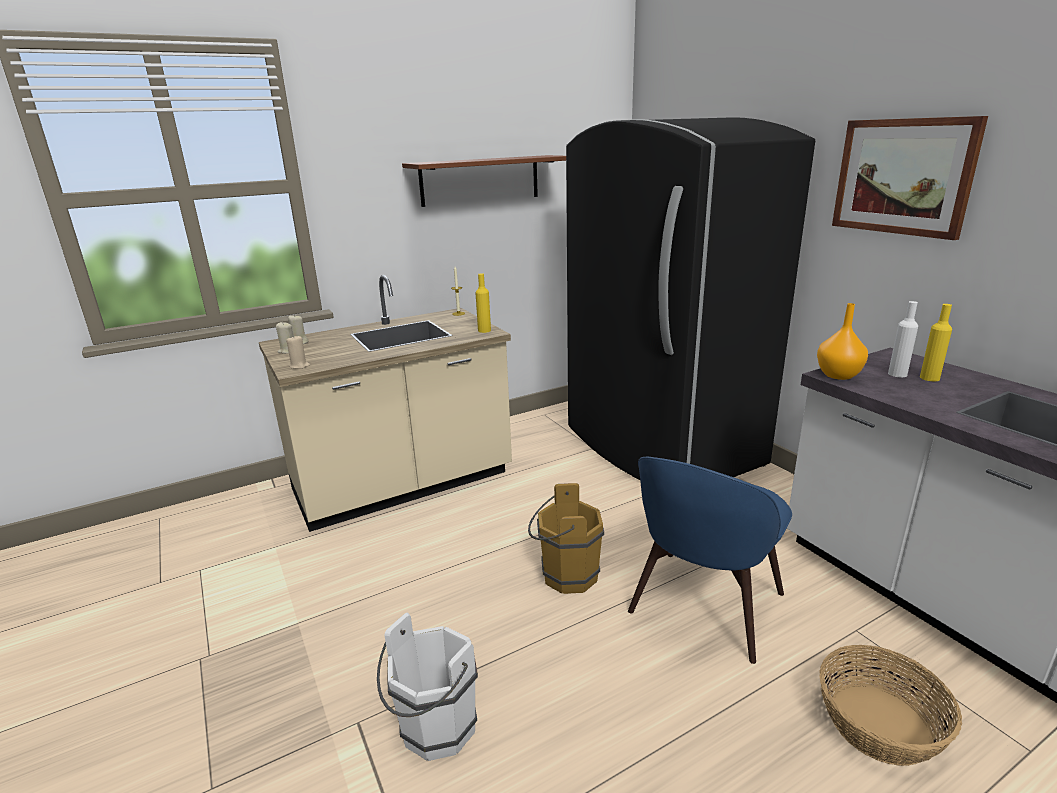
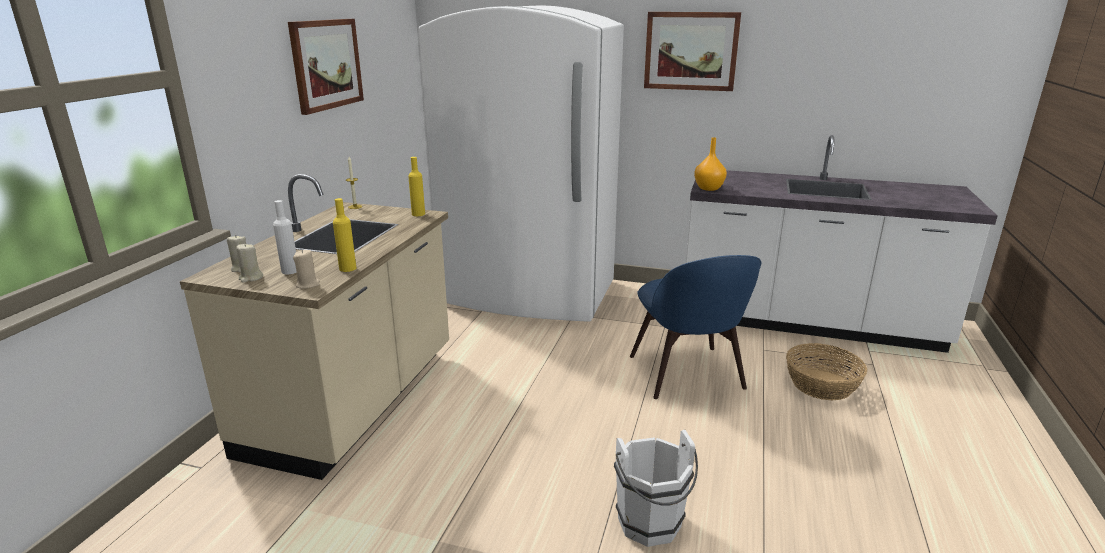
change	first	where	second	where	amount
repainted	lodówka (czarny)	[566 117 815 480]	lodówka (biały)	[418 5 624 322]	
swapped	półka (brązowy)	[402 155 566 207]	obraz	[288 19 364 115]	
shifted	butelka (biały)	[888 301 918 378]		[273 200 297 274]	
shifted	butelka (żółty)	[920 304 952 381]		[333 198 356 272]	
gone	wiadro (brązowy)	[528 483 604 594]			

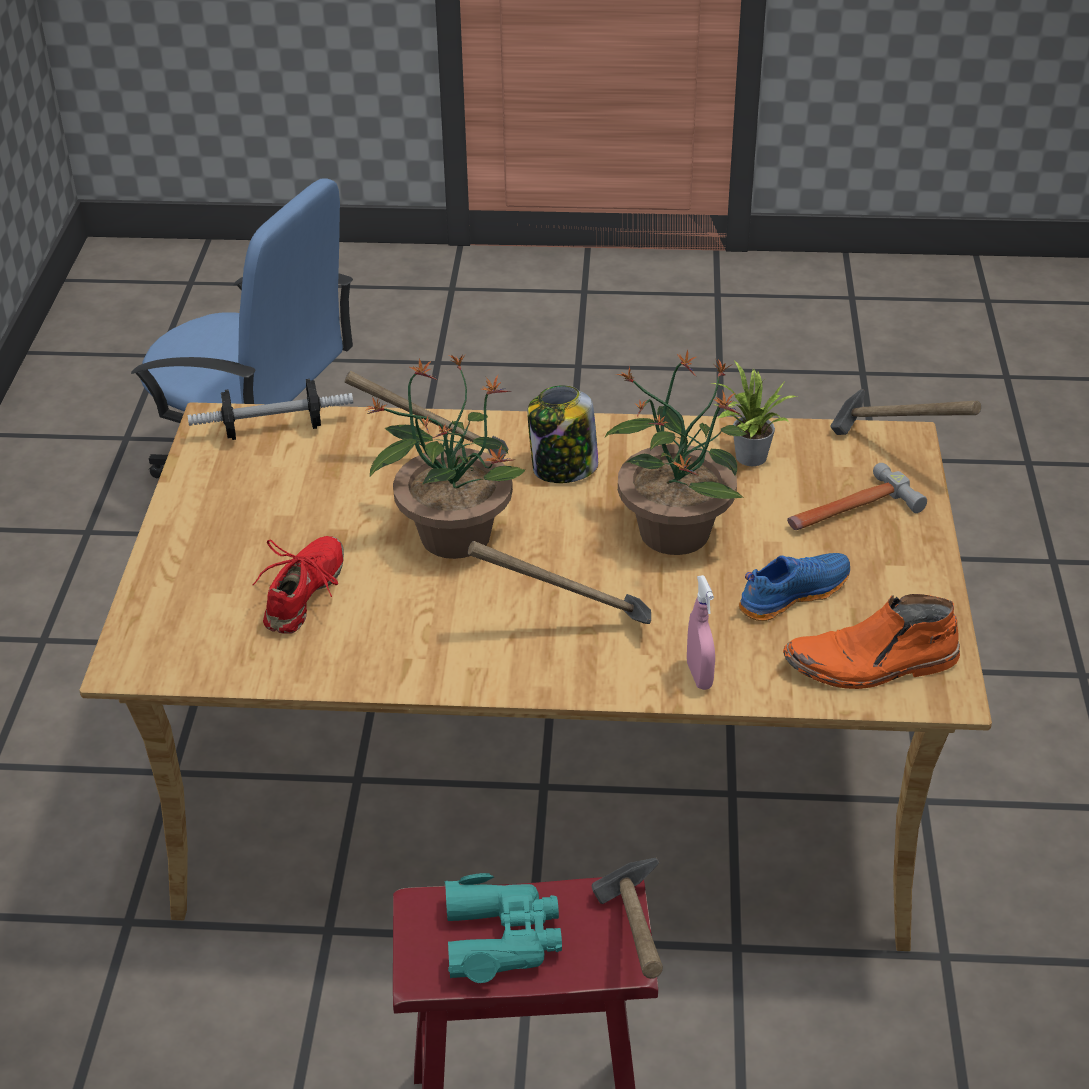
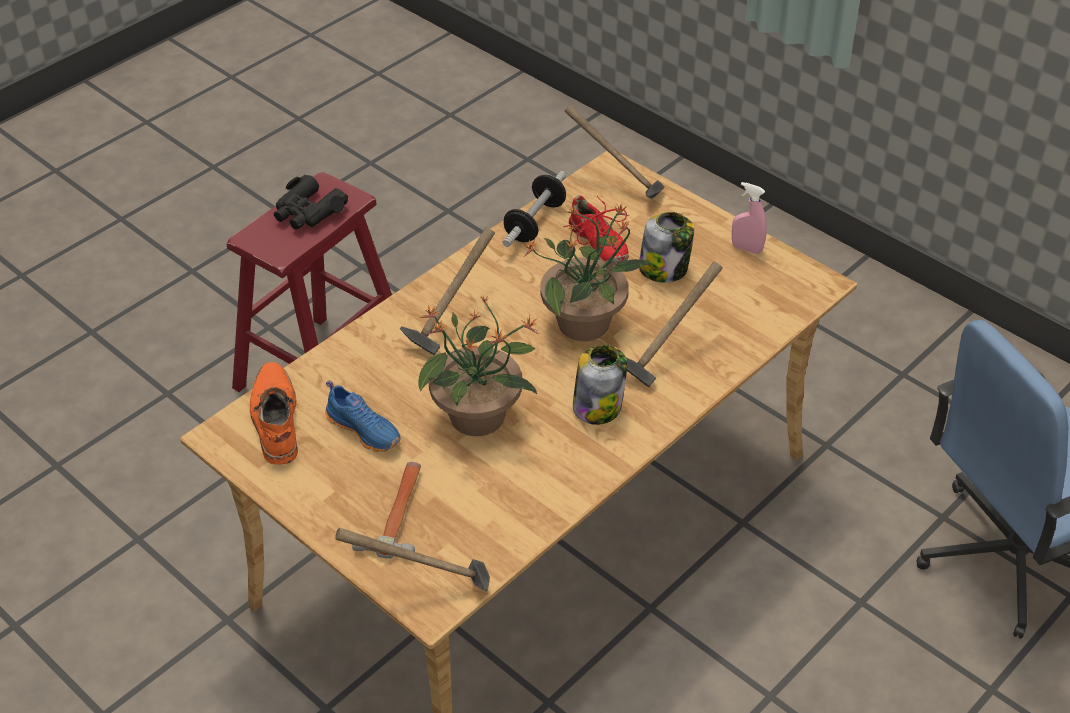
change	first	where	second	where	amount
gone	roślina doniczkowa	[712 360 797 466]			
shifted	hantel	[188 379 353 440]		[503 171 566 247]	
rotated	but (niebieski)	[739 553 850 621]		[325 380 401 452]	60 degrees counterclockwise
shifted	spryskiwacz (różowy)	[687 575 715 690]		[732 182 767 254]	
rotated	but z cholewką (pomarańczowy)	[783 594 960 689]		[250 362 298 465]	45 degrees counterclockwise
shifted	młotek	[592 857 663 979]		[565 105 665 199]	
repainted	lornetka (turkusowy)	[445 873 562 983]	lornetka (czarny)	[273 175 348 230]	
new			słoik	[639 212 694 283]	

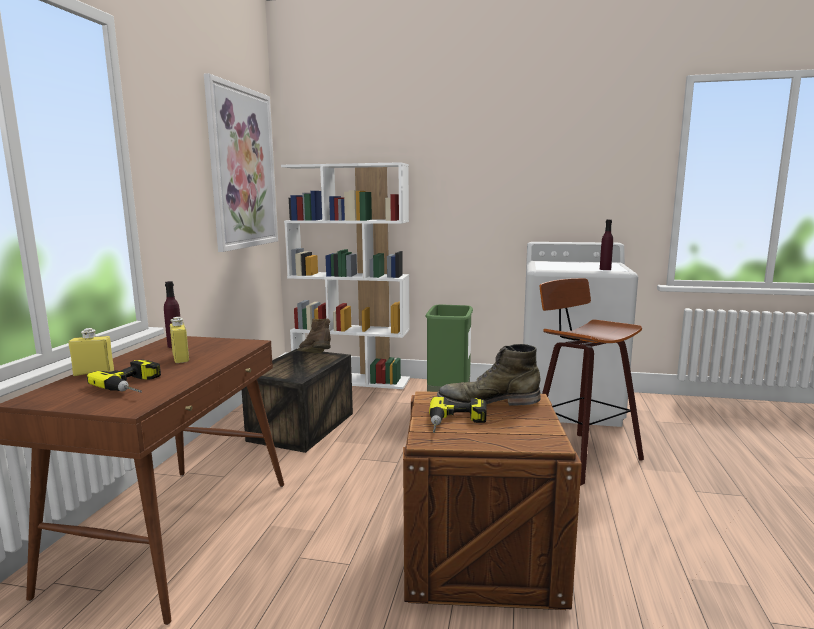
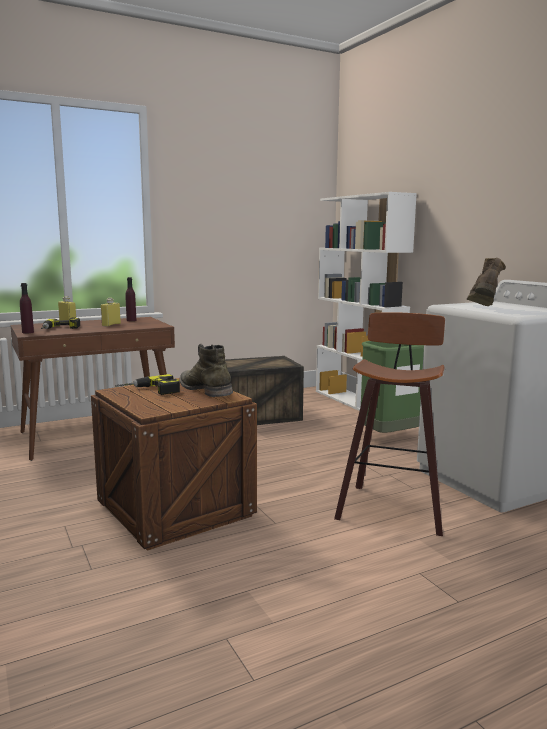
change	first	where	second	where	amount
gone	obraz	[204 73 278 252]			
shifted	butelka (fioletowy)	[600 220 613 270]		[20 283 34 333]	
shifted	but z cholewką (brązowy)	[298 318 331 353]		[467 257 506 306]	

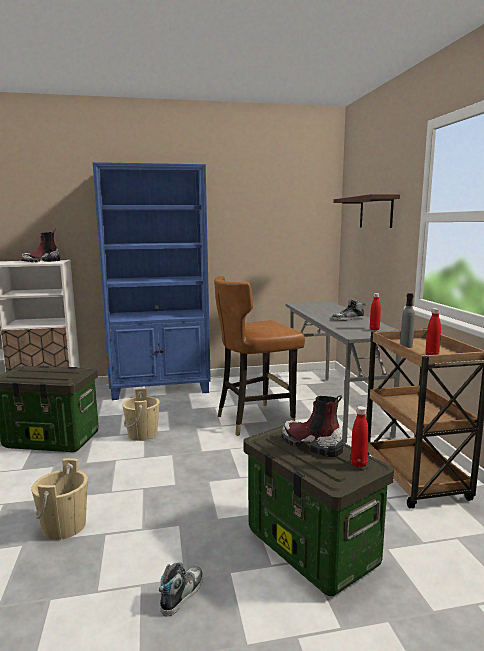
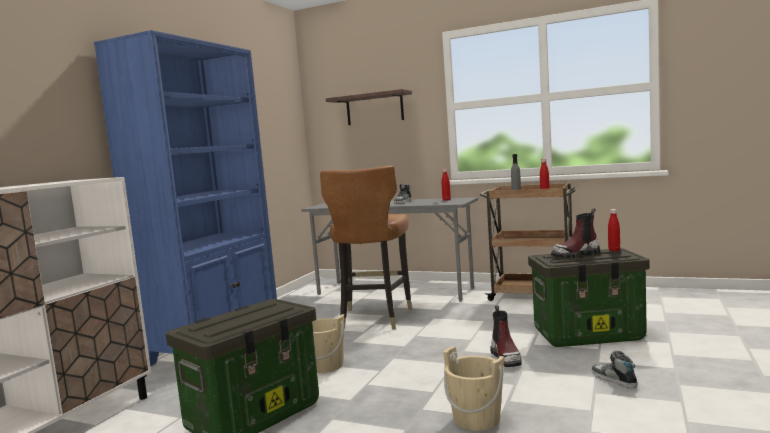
change	first	where	second	where	amount
shifted	but z cholewką	[21 229 60 262]		[491 305 522 367]	

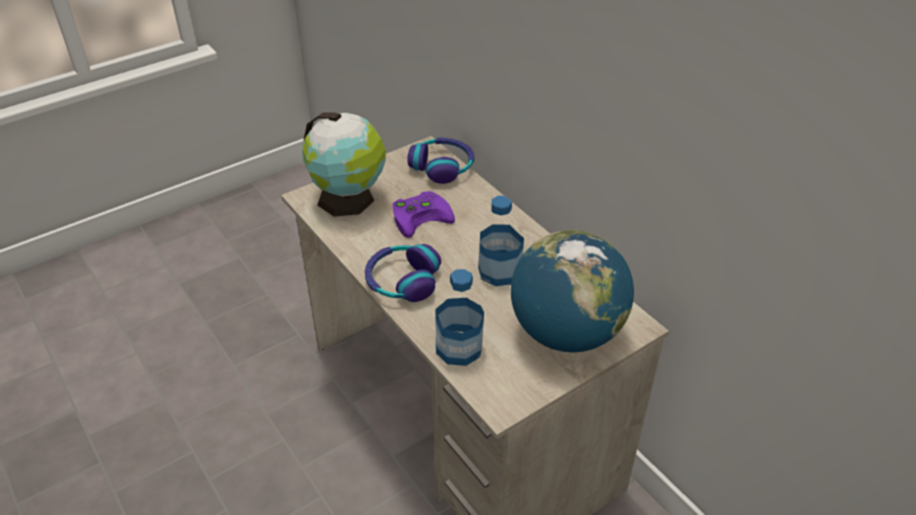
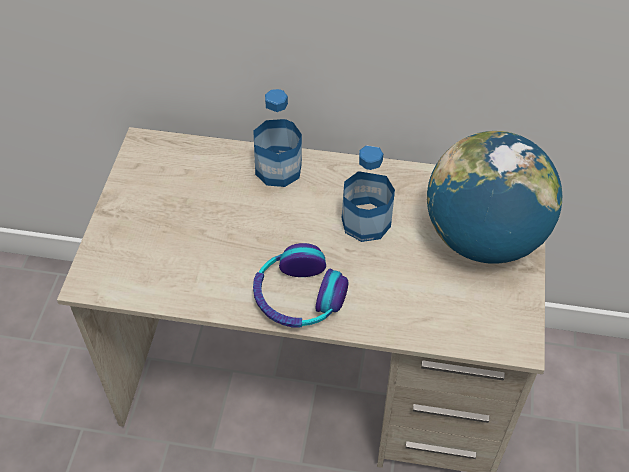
change	first	where	second	where	amount
gone	globus	[302 112 386 217]			
gone	słuchawki	[407 137 474 184]			
gone	pad do gier (fioletowy)	[393 191 455 238]			
shifted	butelka	[435 269 484 366]		[253 89 302 187]	

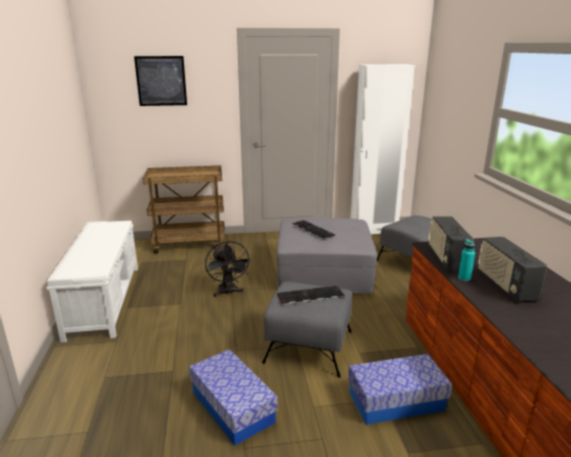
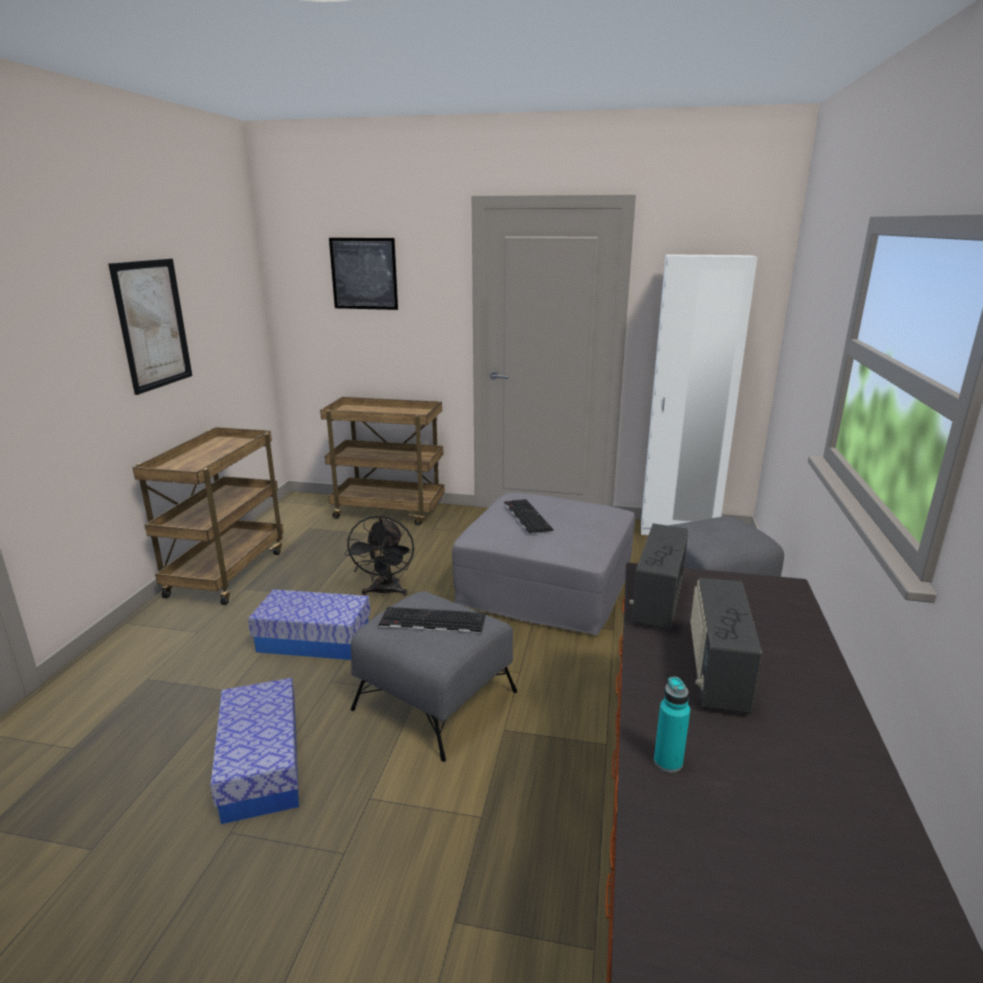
change	first	where	second	where	amount
swapped	ławka (biały)	[47 221 138 342]	wózek (brązowy)	[132 427 284 605]	
shifted	butelka (turkusowy)	[458 239 475 281]		[654 677 690 773]	
shifted	pojemnik do przechowywania	[348 354 452 425]		[248 589 370 660]	
new			obraz	[108 259 192 395]	

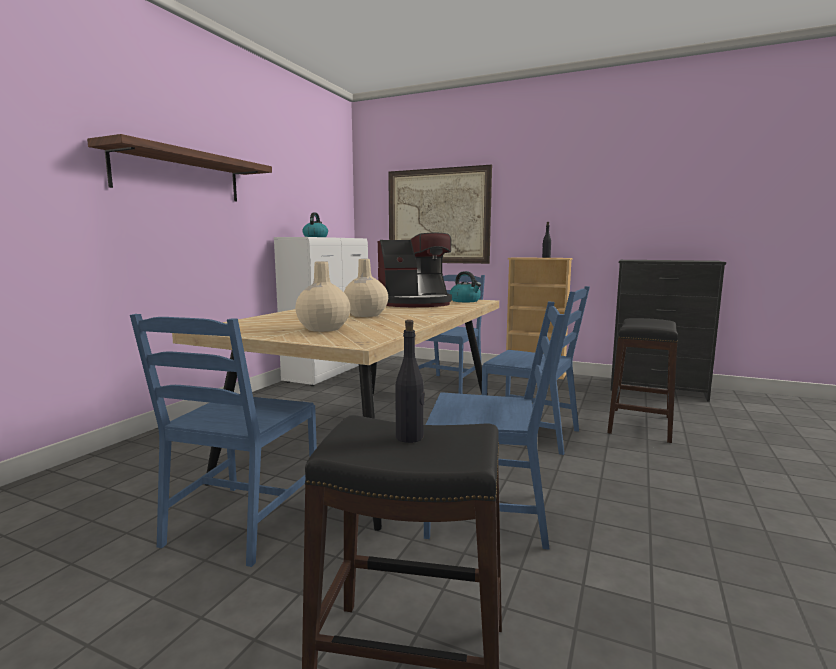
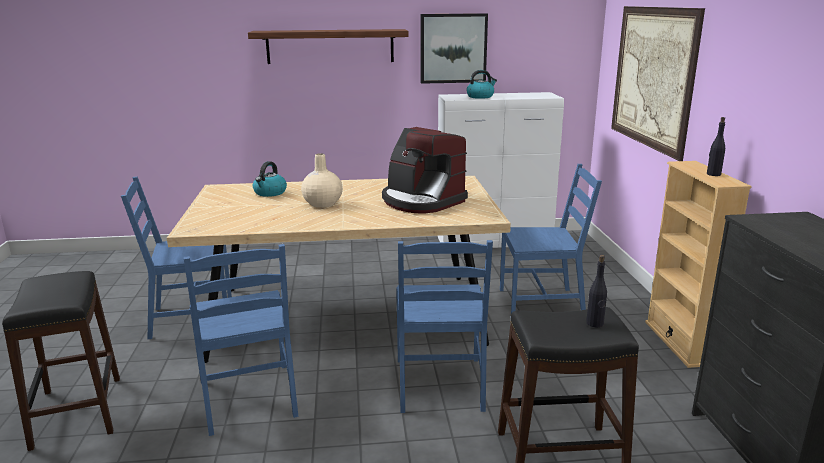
change	first	where	second	where	amount
gone	wazon (beżowy)	[295 261 350 332]			
shifted	czajnik	[450 271 481 302]		[253 161 287 197]	
shifted	butelka (czarny)	[395 320 425 443]		[586 255 607 327]	
new			obraz	[421 13 488 84]	

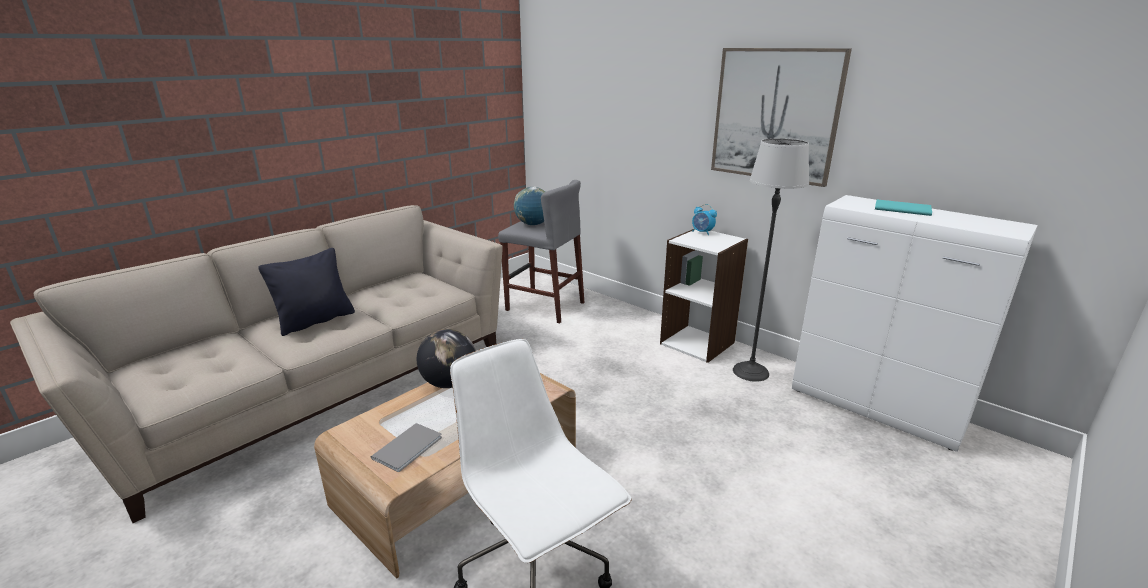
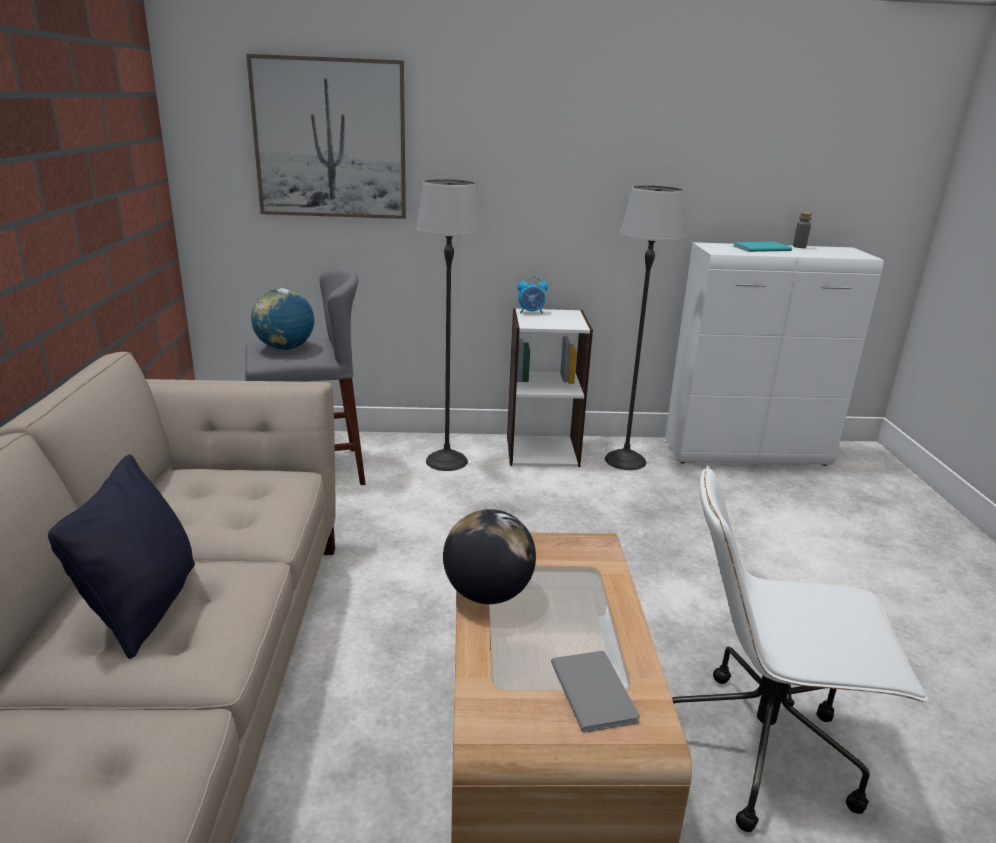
change	first	where	second	where	amount
shifted	obraz	[711 48 852 187]		[246 54 406 219]	
new			lampa stojąca	[416 179 482 471]	
new			butelka (szary)	[793 212 812 248]	

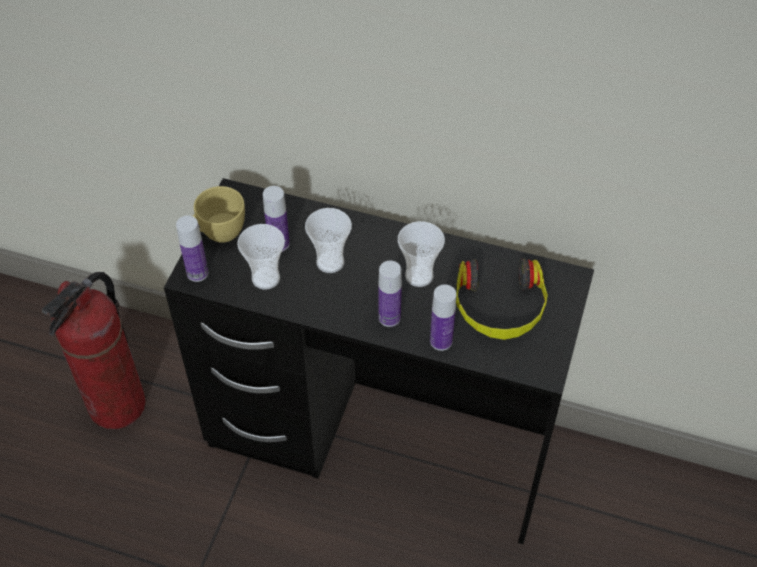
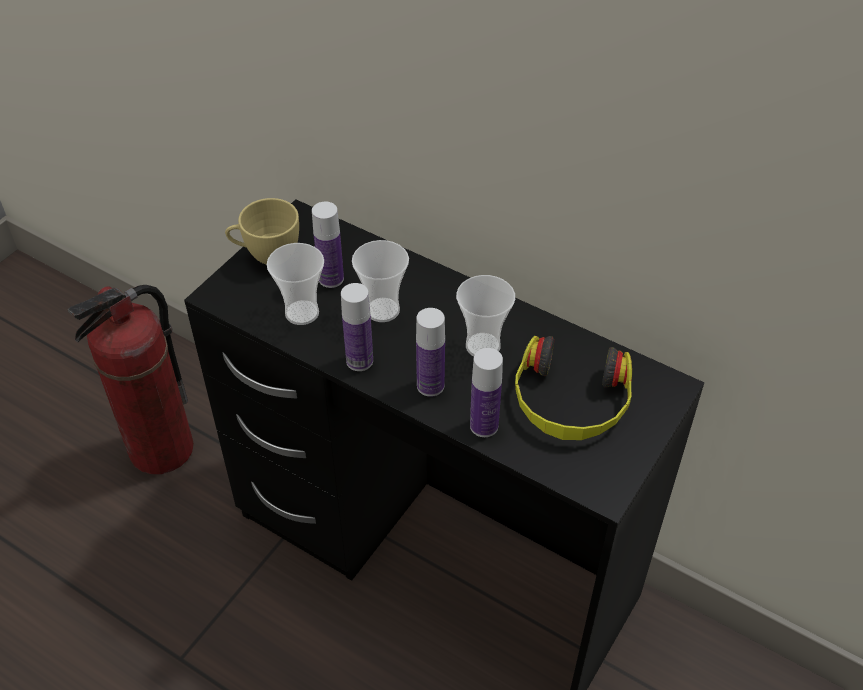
change	first	where	second	where	amount
shifted	butelka	[176 215 208 282]		[341 283 373 371]	

